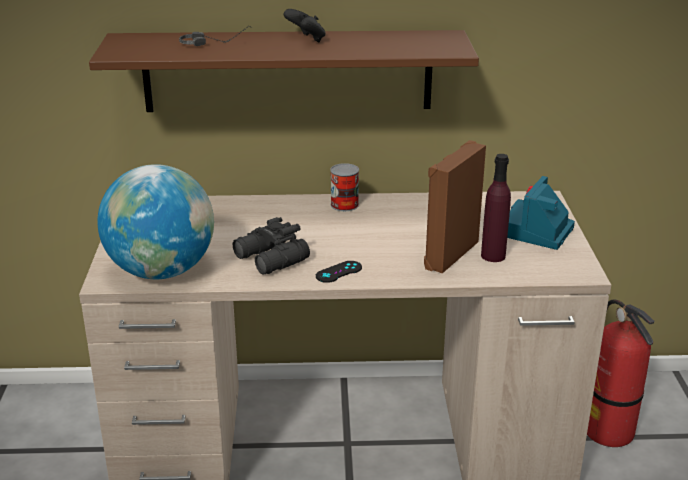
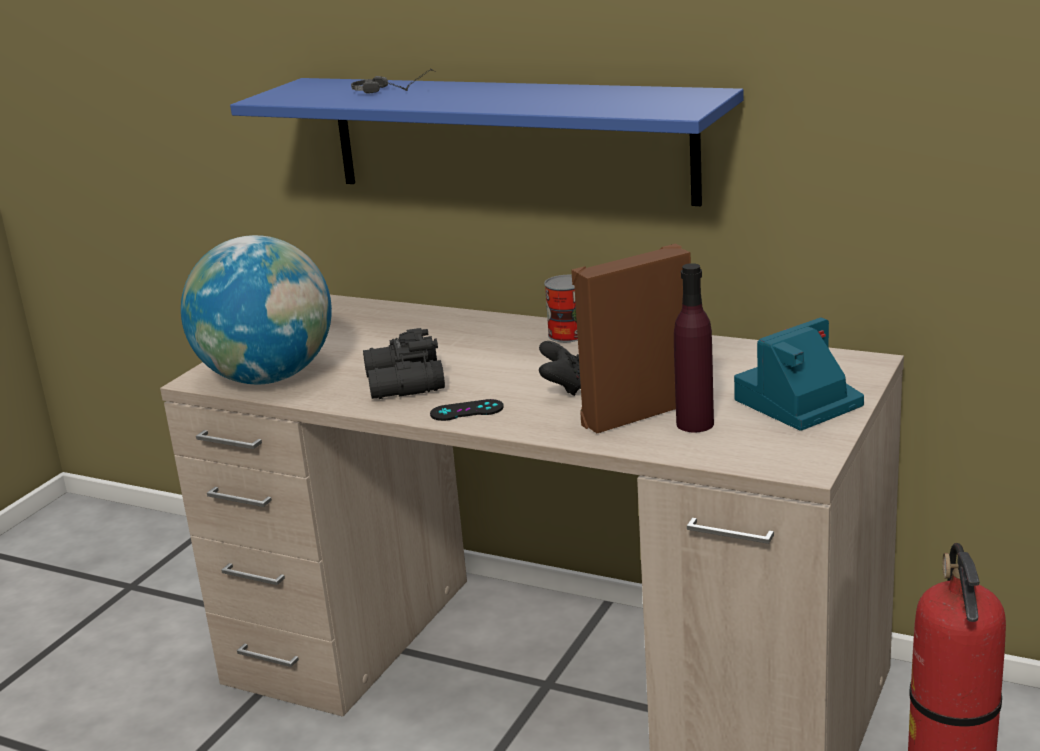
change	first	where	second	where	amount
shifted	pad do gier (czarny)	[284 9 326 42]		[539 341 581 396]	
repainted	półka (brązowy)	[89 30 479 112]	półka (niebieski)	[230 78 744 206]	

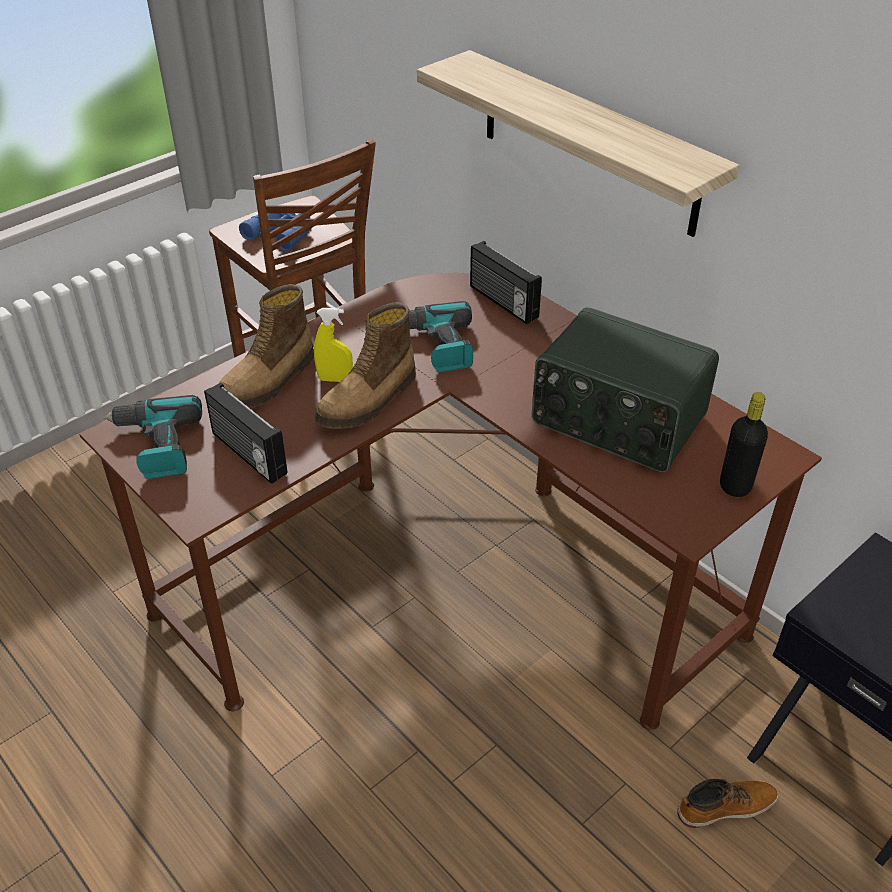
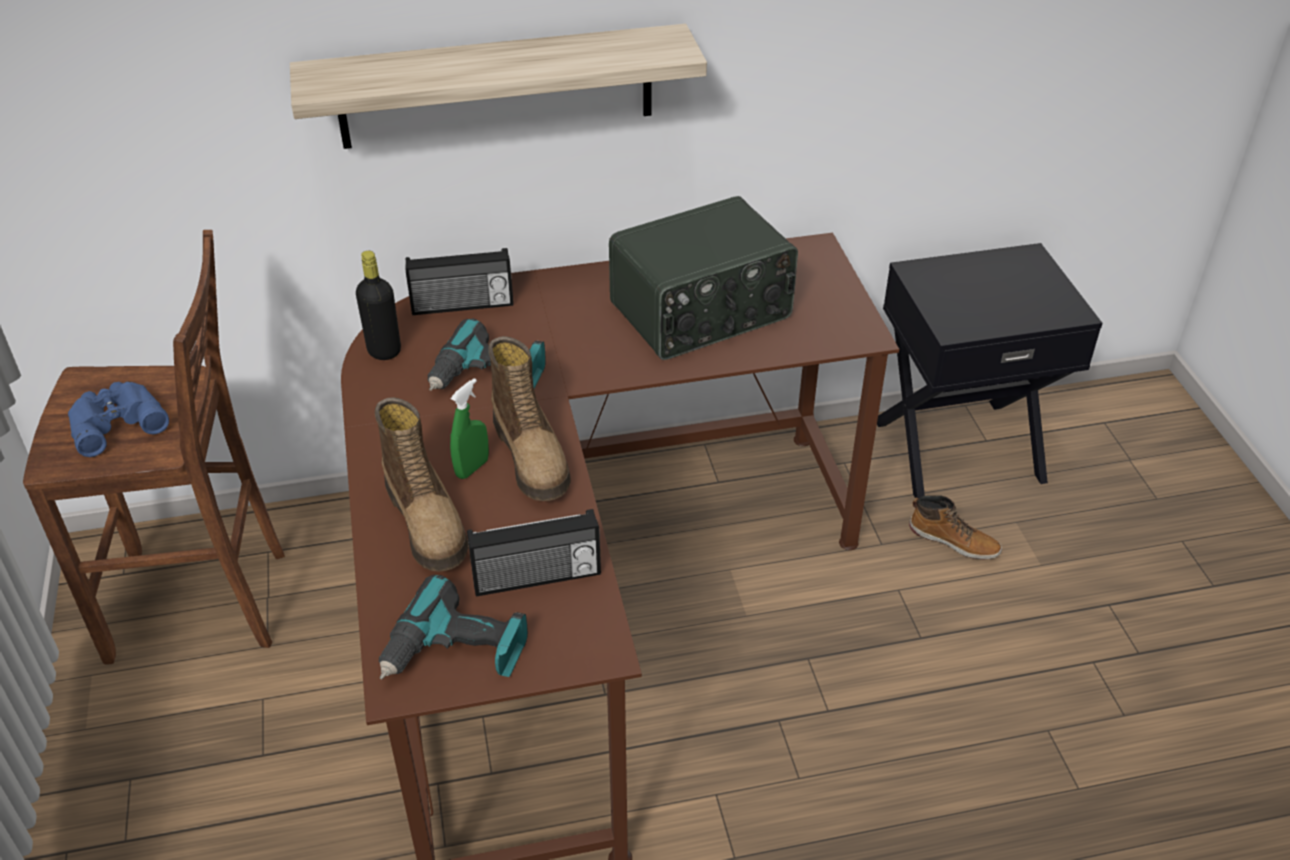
change	first	where	second	where	amount
repainted	spryskiwacz (żółty)	[314 308 353 382]	spryskiwacz (zielony)	[450 378 489 479]	
shifted	butelka (czarny)	[720 392 768 497]		[356 251 401 360]	
rotated	but z cholewką	[677 779 778 828]		[909 495 1002 559]	105 degrees clockwise

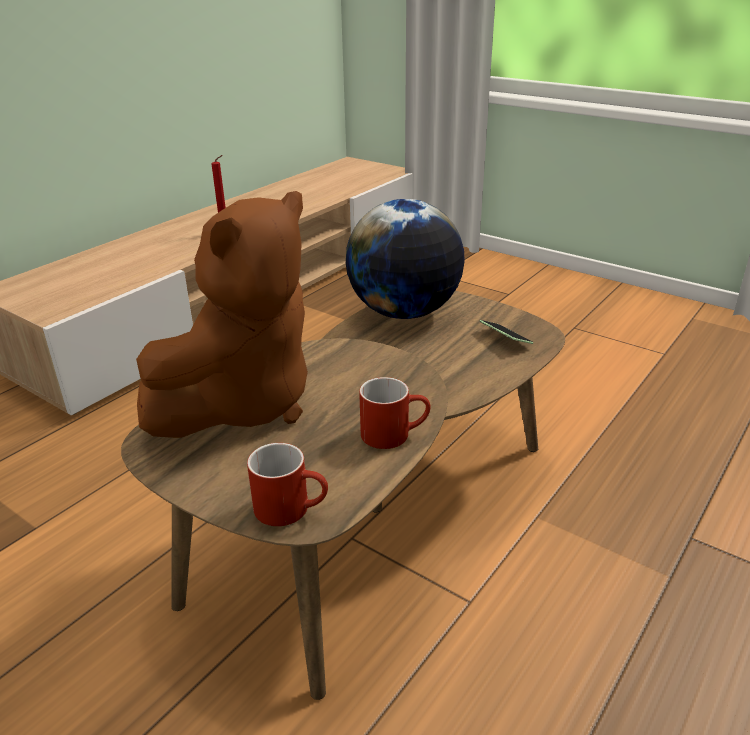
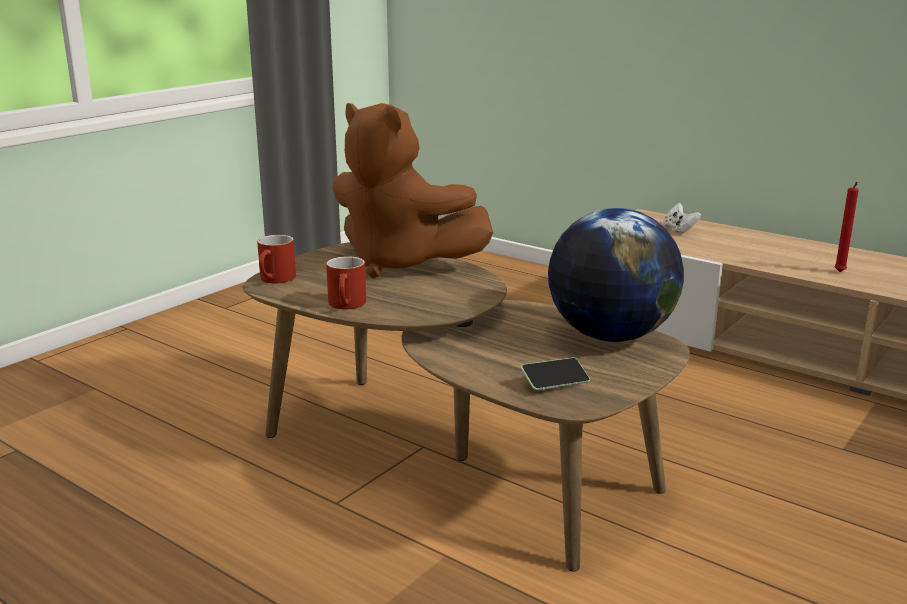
change	first	where	second	where	amount
new			pad do gier (biały)	[663 203 701 234]	

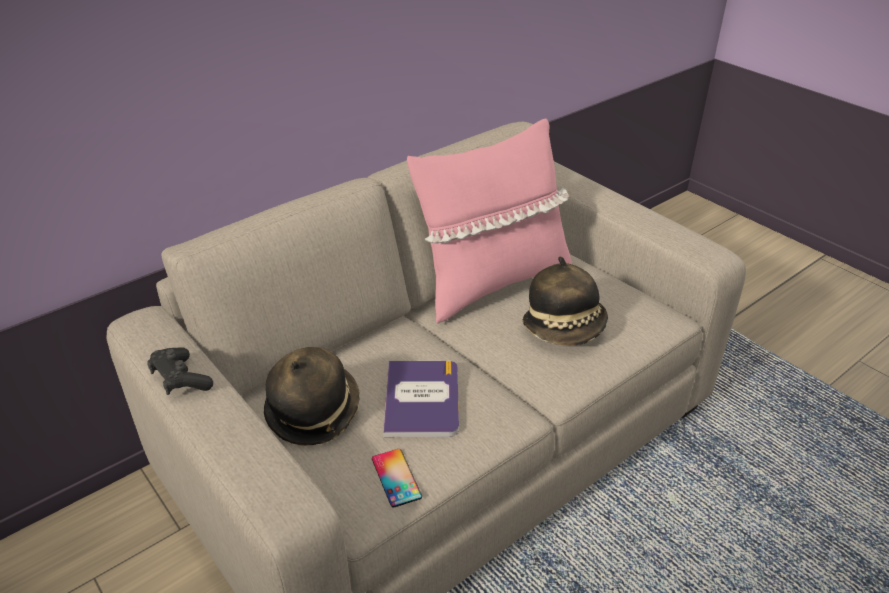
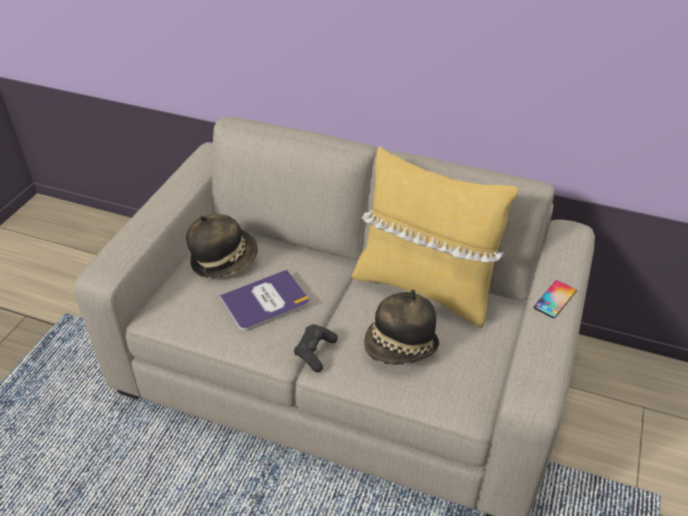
change	first	where	second	where	amount
repainted	poduszka (różowy)	[407 119 572 324]	poduszka (żółty)	[352 146 518 328]	
shifted	pad do gier (czarny)	[147 347 213 395]		[294 324 338 373]	
shifted	telefon	[372 449 422 508]		[534 280 577 318]	

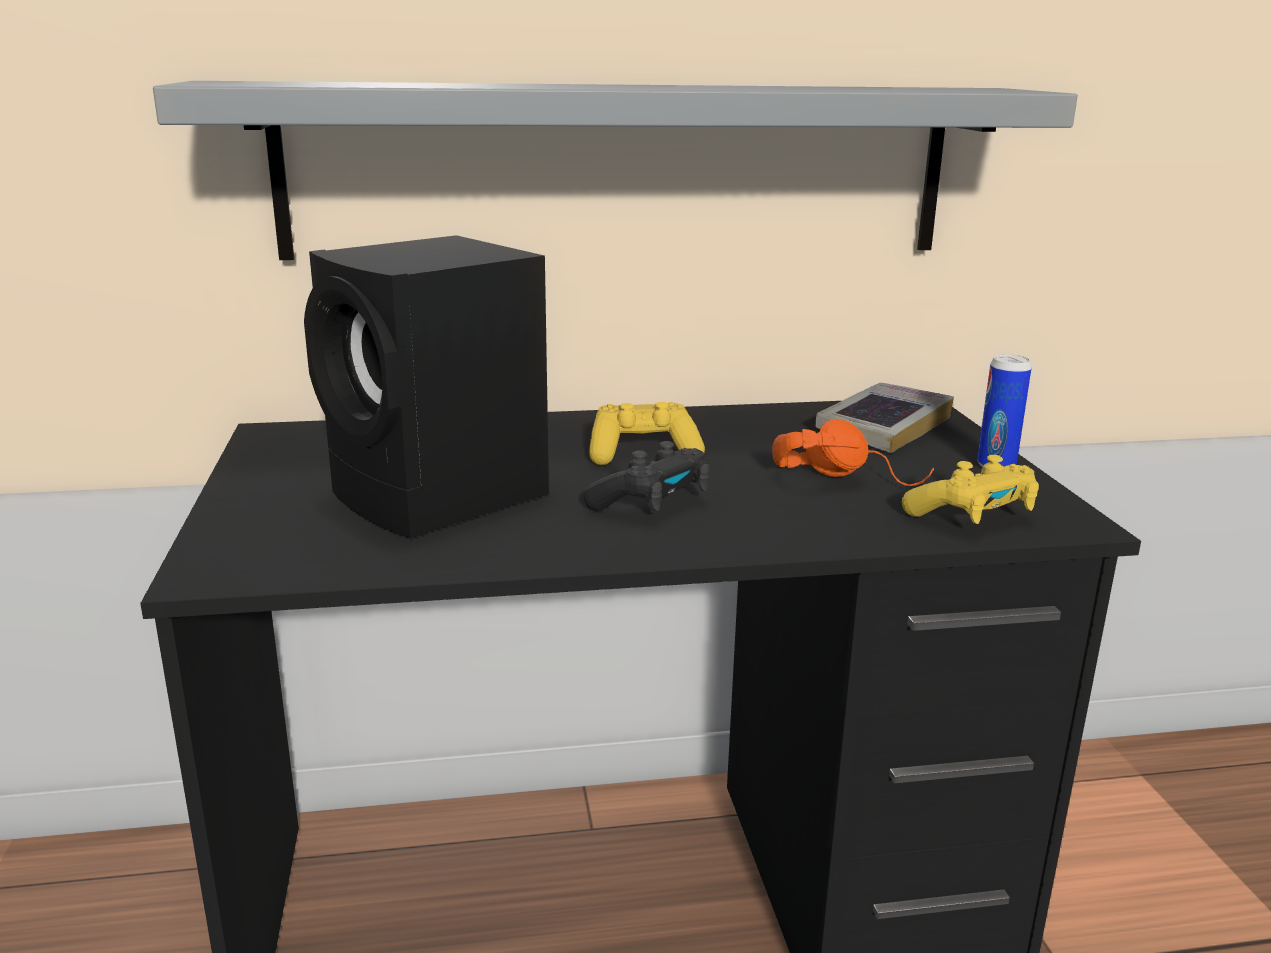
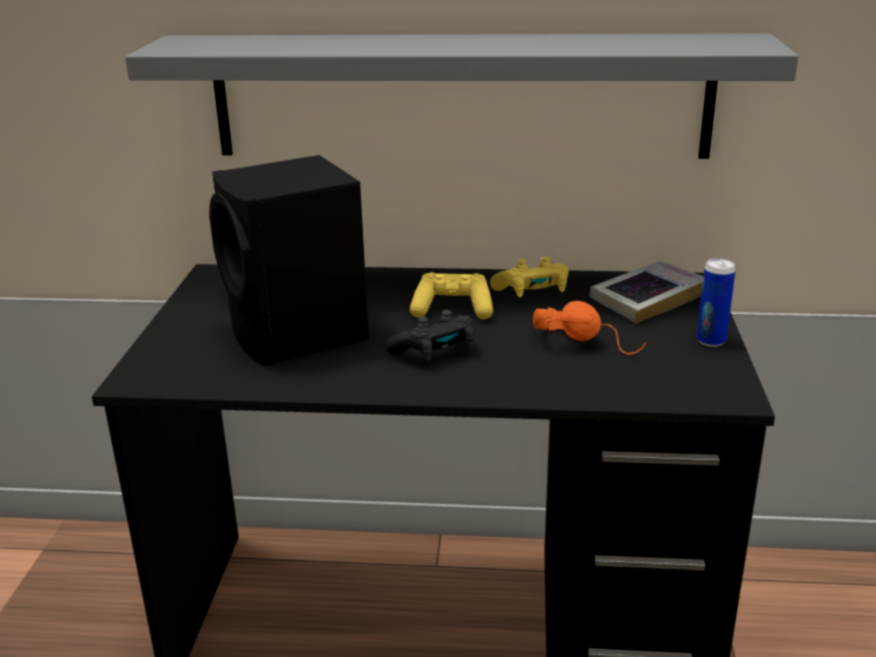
change	first	where	second	where	amount
shifted	pad do gier (żółty)	[902 455 1039 524]		[490 256 568 297]	

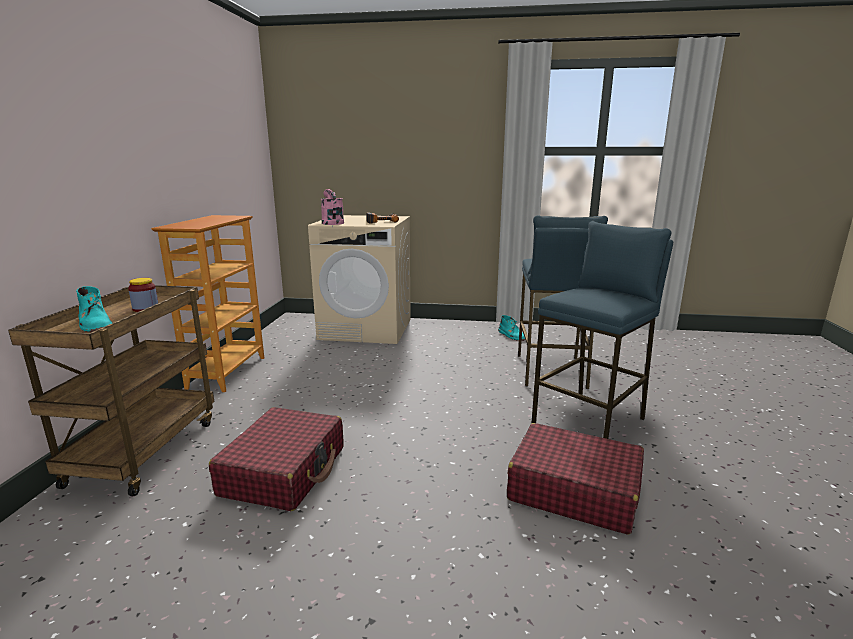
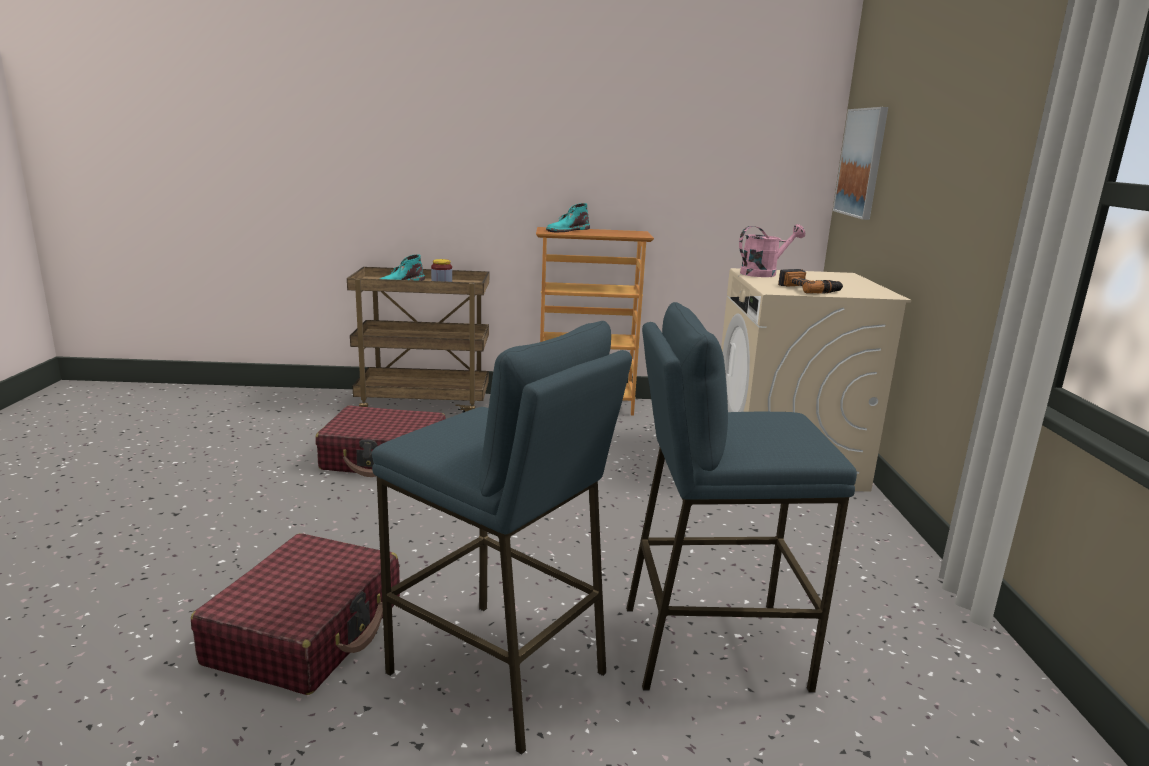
change	first	where	second	where	amount
shifted	but z cholewką (turkusowy)	[498 315 525 341]		[546 203 590 232]	
new			obraz	[833 107 888 220]	

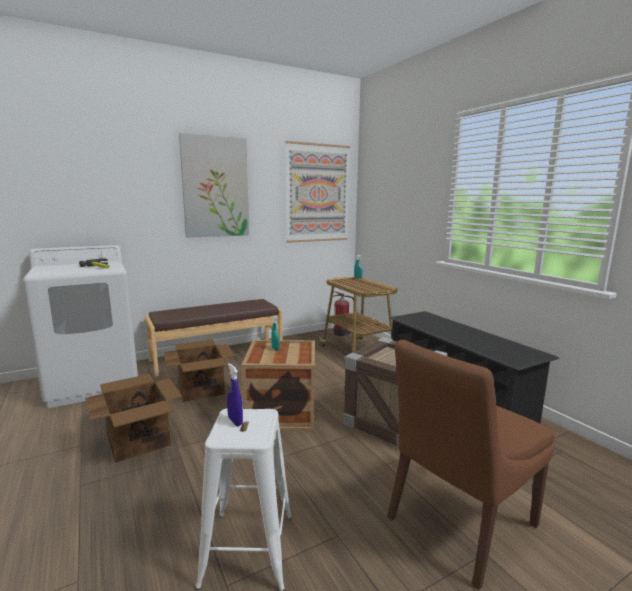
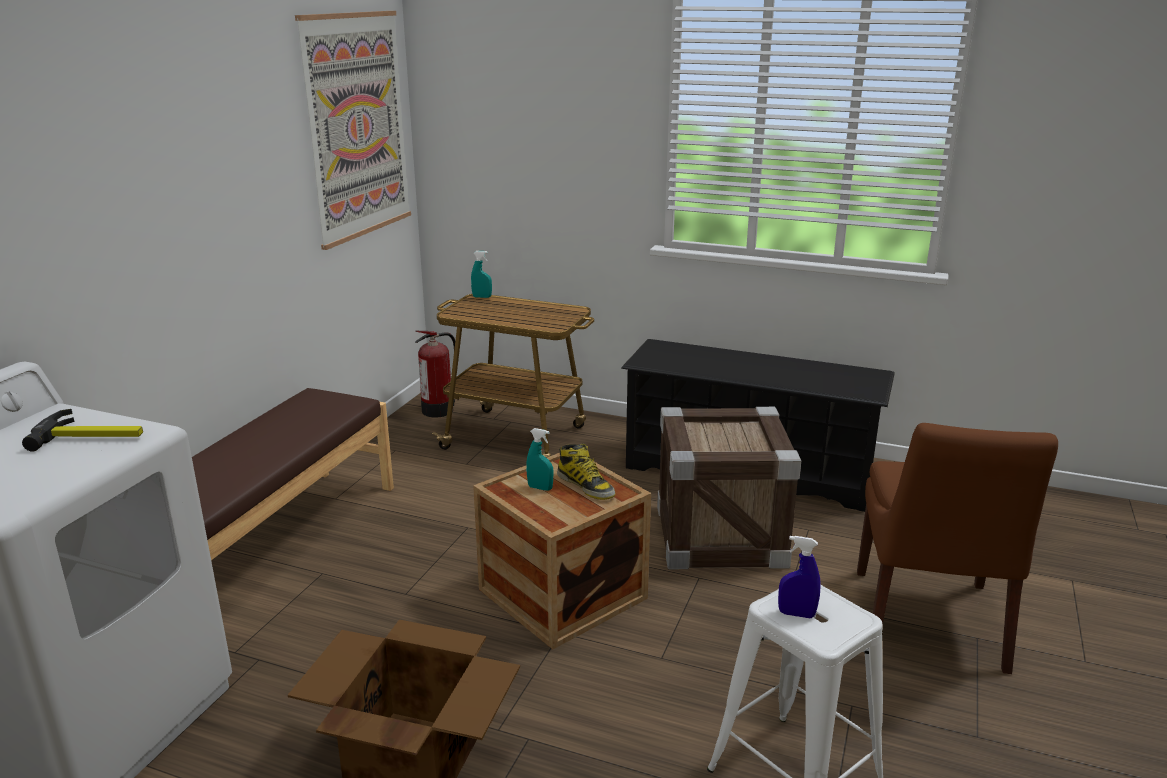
change	first	where	second	where	amount
gone	obraz	[179 133 249 238]			
gone	karton	[164 339 235 402]			
new			but z cholewką	[557 443 615 500]	

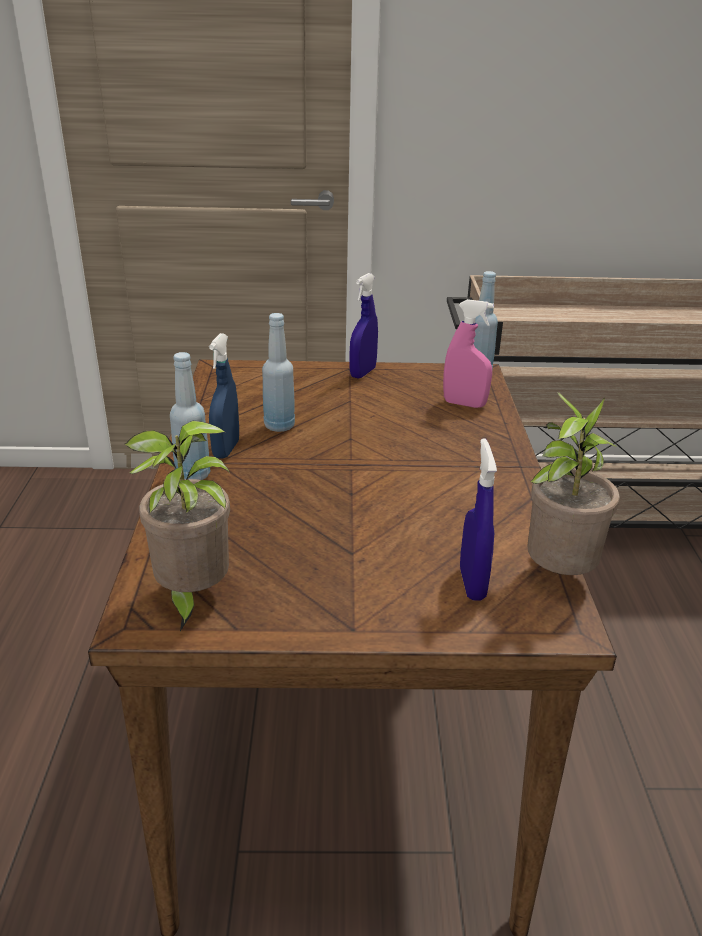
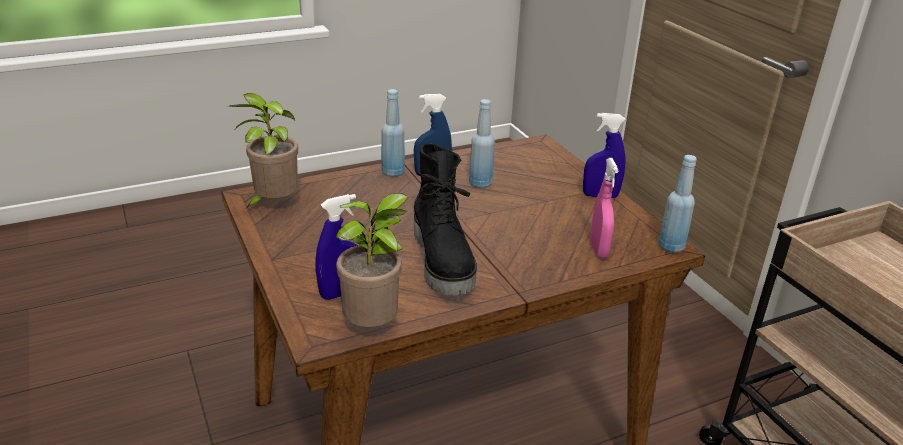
change	first	where	second	where	amount
new			but z cholewką (czarny)	[414 143 477 295]	

